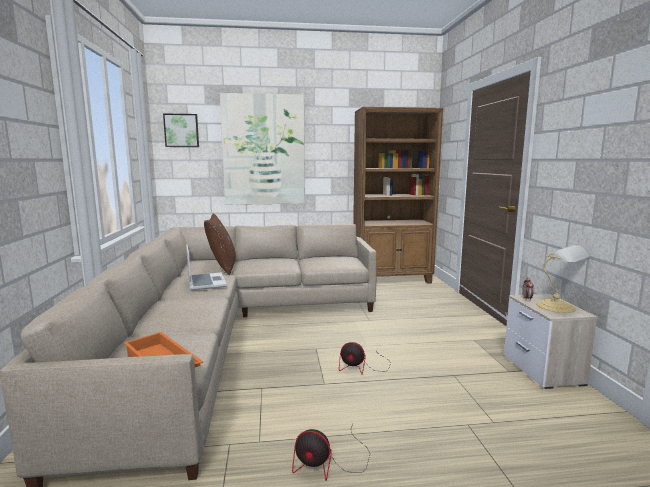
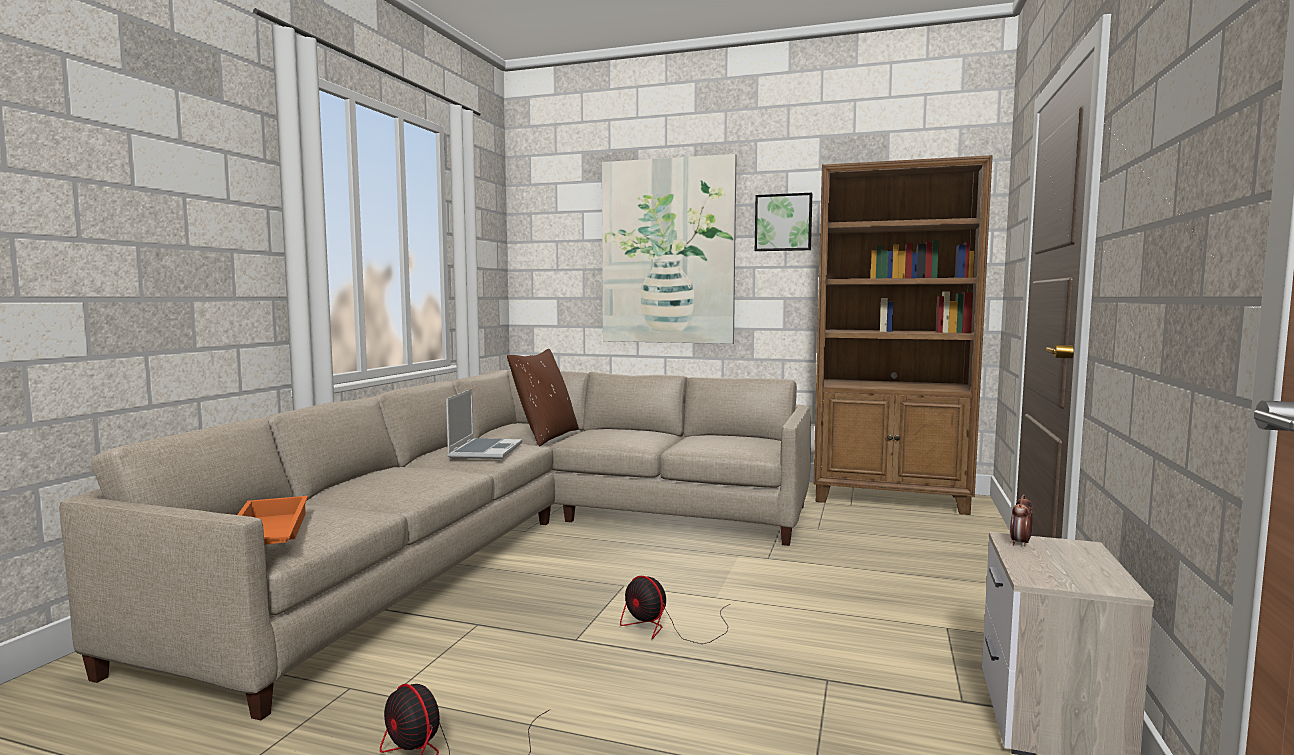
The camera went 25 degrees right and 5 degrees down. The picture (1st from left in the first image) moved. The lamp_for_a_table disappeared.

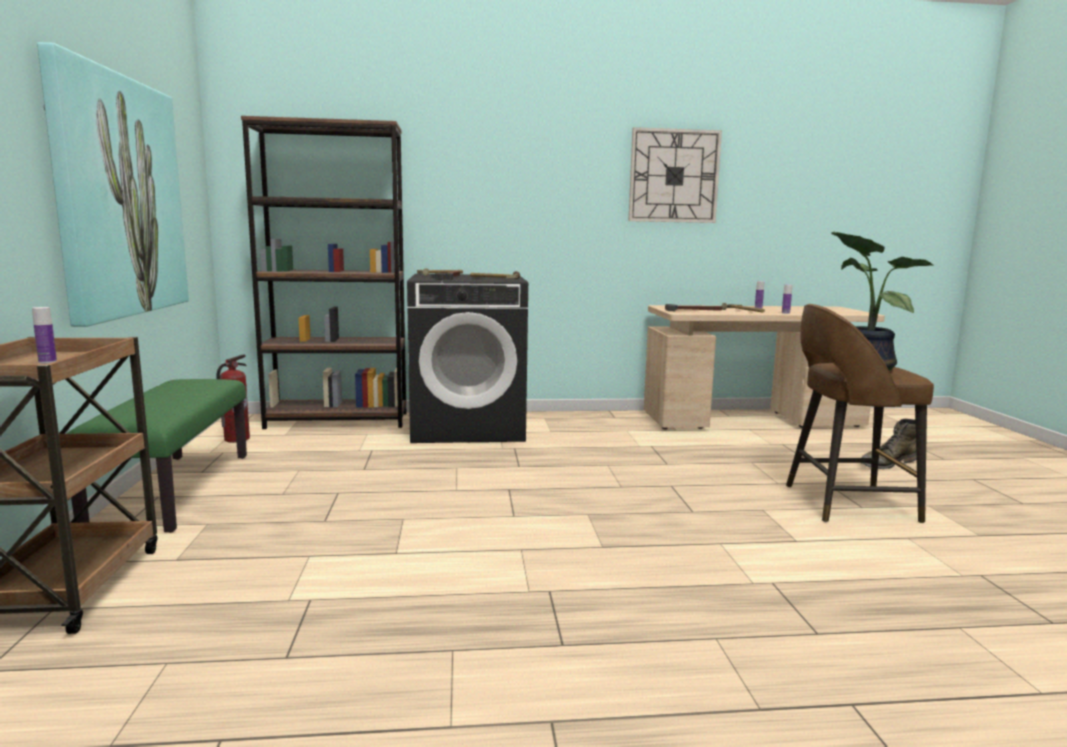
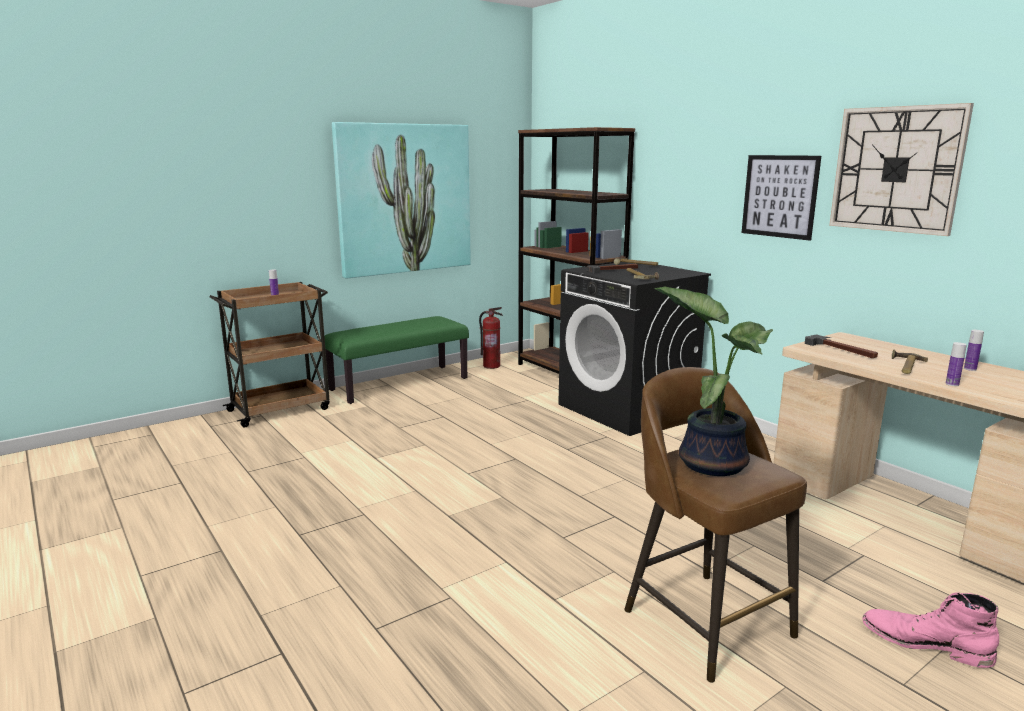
The camera went 60 degrees right and 5 degrees up. The greenish_tall_boot became the pink-coloured_tall_boot. The picture (2nd from left) appeared.

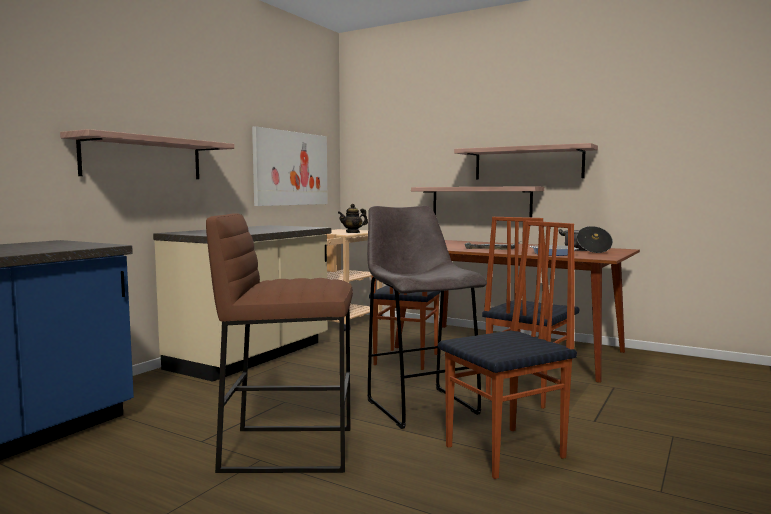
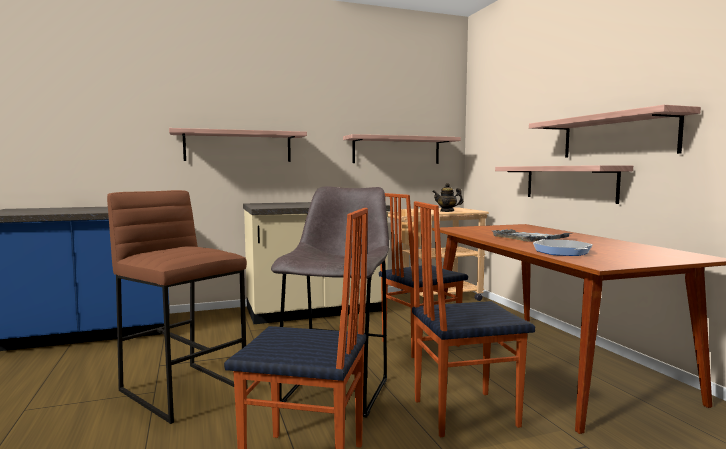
The camera went 40 degrees right and 0 degrees up. The picture was replaced by the wall_shelf (2nd from left). The stockpot disappeared.

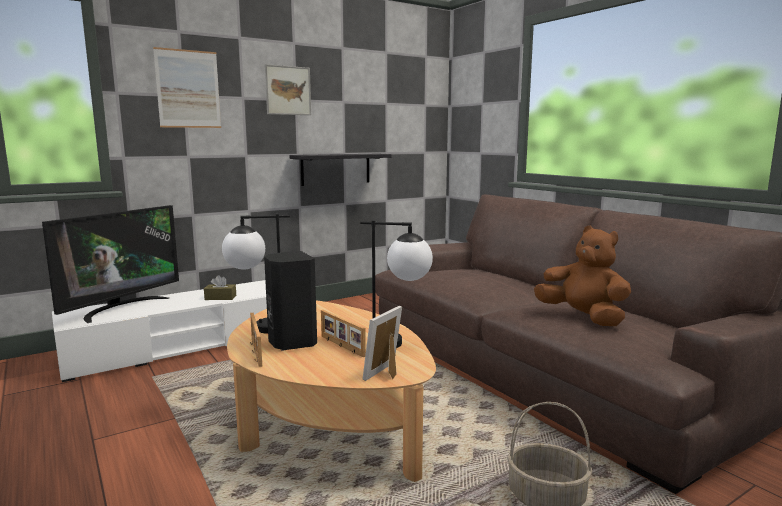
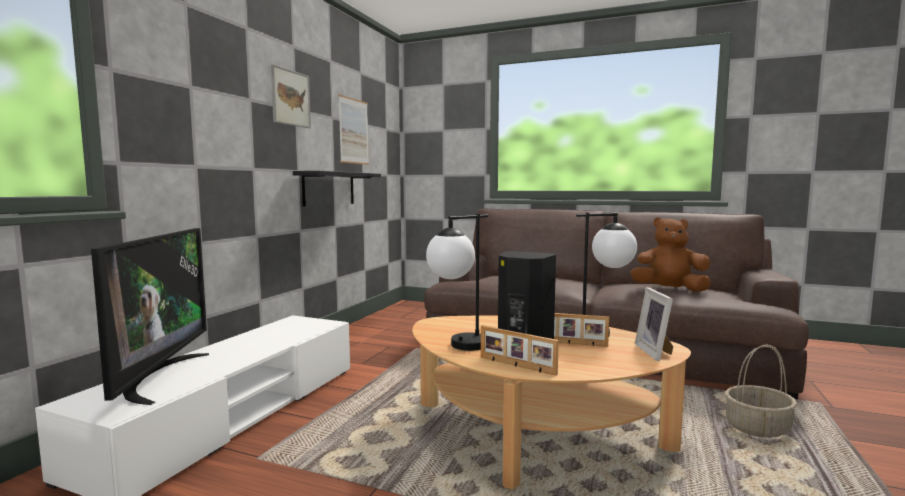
The camera went 35 degrees left and 5 degrees down. The picture (1st from left in the first image) moved. The brown-coloured_tissue_box disappeared.

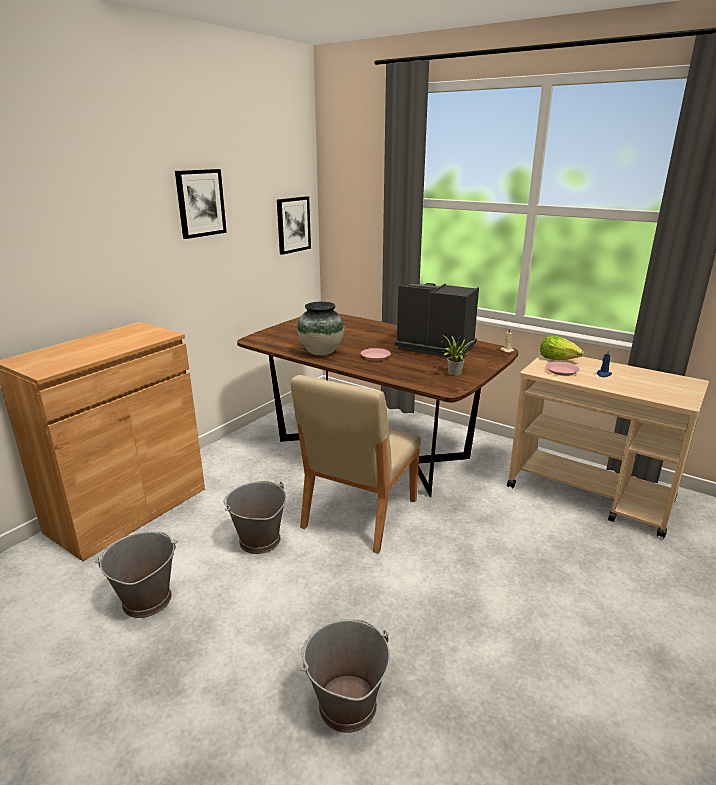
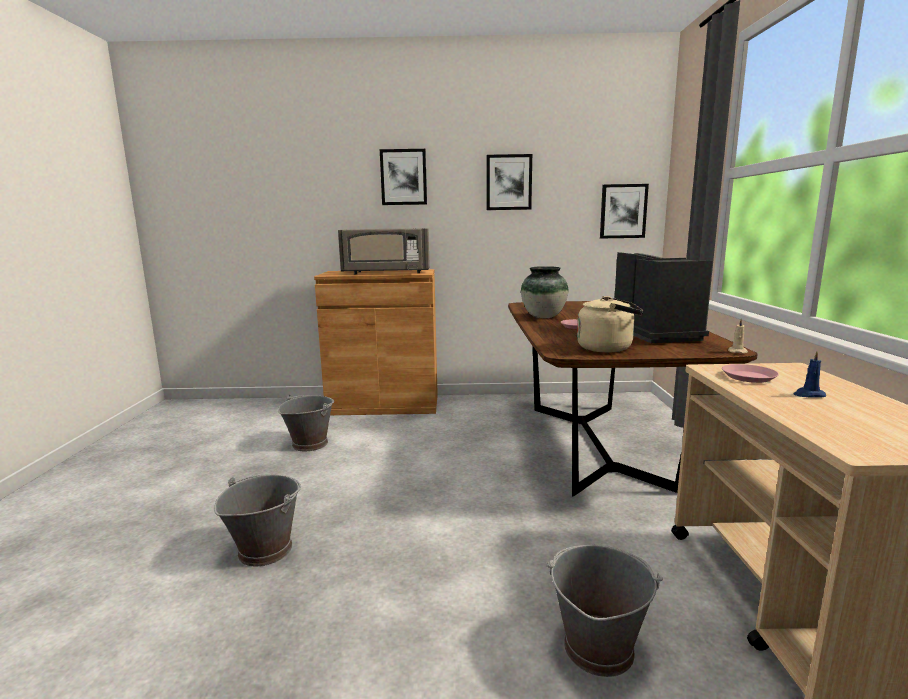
The camera went 55 degrees right and 10 degrees down. The lettuce_head disappeared. The houseplant was replaced by the sand-coloured_tea_kettle. The sand-coloured_chair disappeared. The greyish_bucket (2nd from left in the first image) moved. The picture (1st from left) appeared. The greyish_microwave appeared.

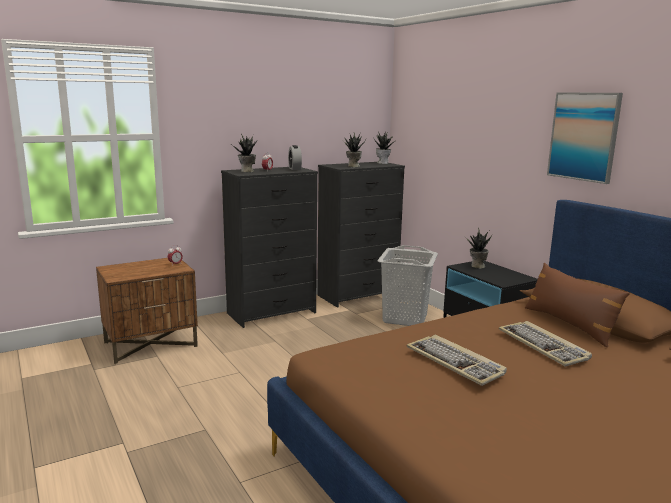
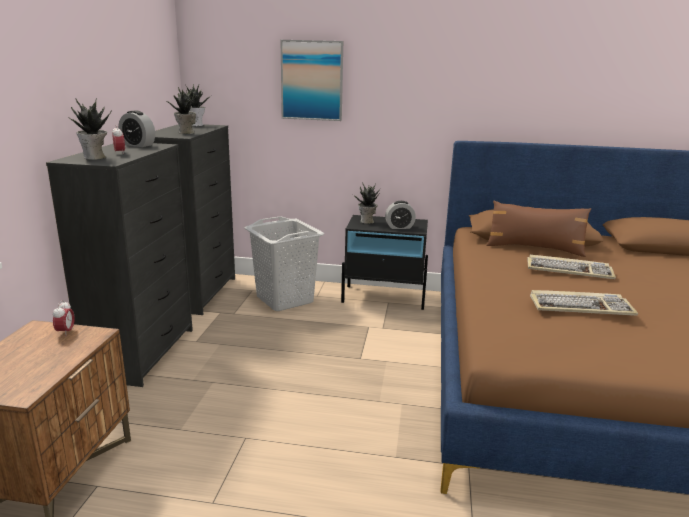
The camera went 50 degrees left and 5 degrees up. The picture moved. The alarm_clock (4th from left) appeared.

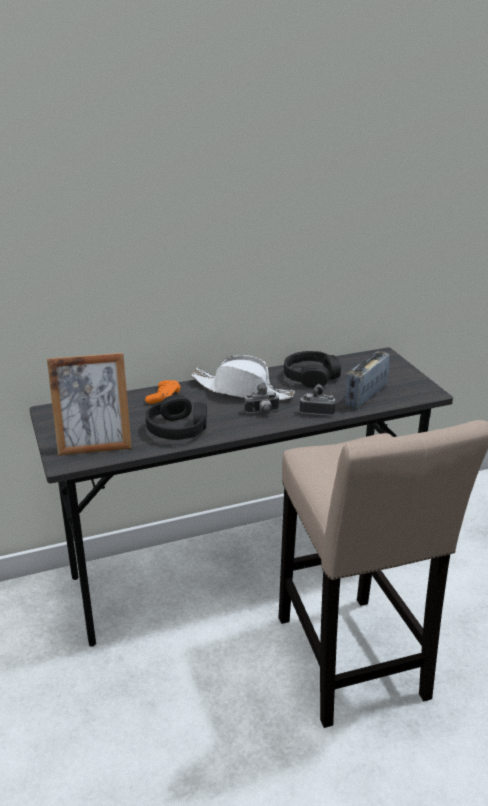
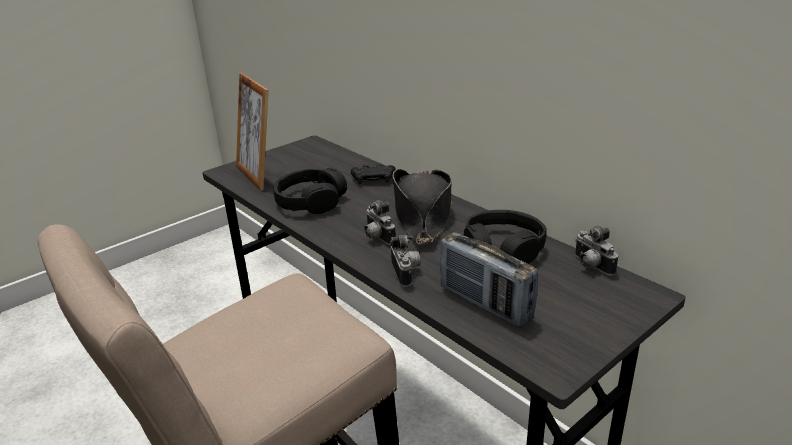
The camera went 70 degrees right and 0 degrees up. The radio turned 150 degrees counterclockwise. The white-coloured_hat became the blackish_hat. The orangey_gamepad became the blackish_gamepad. The still_camera (3rd from left) appeared.

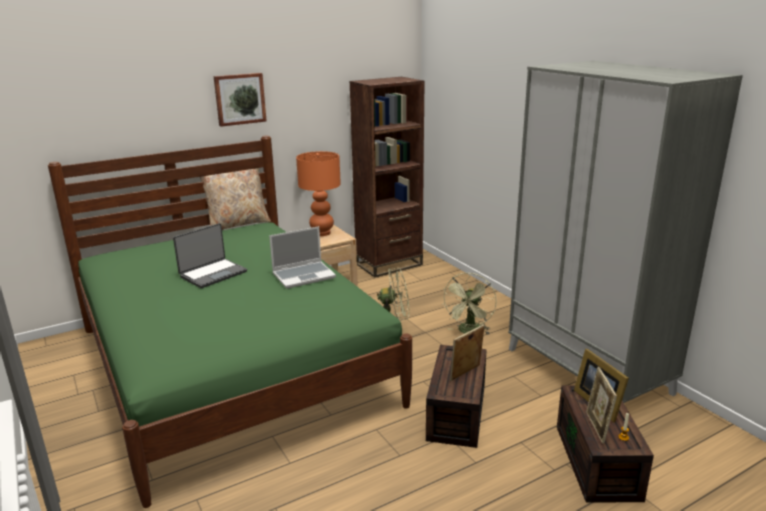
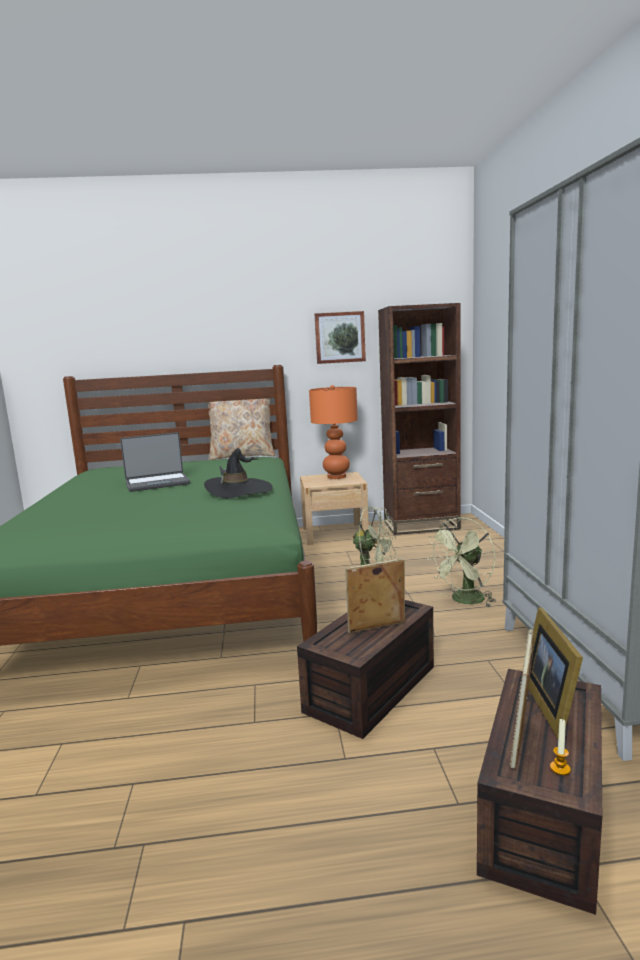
The camera went 25 degrees right and 10 degrees down. The picture moved. The laptop (2nd from left) was replaced by the blackish_hat.

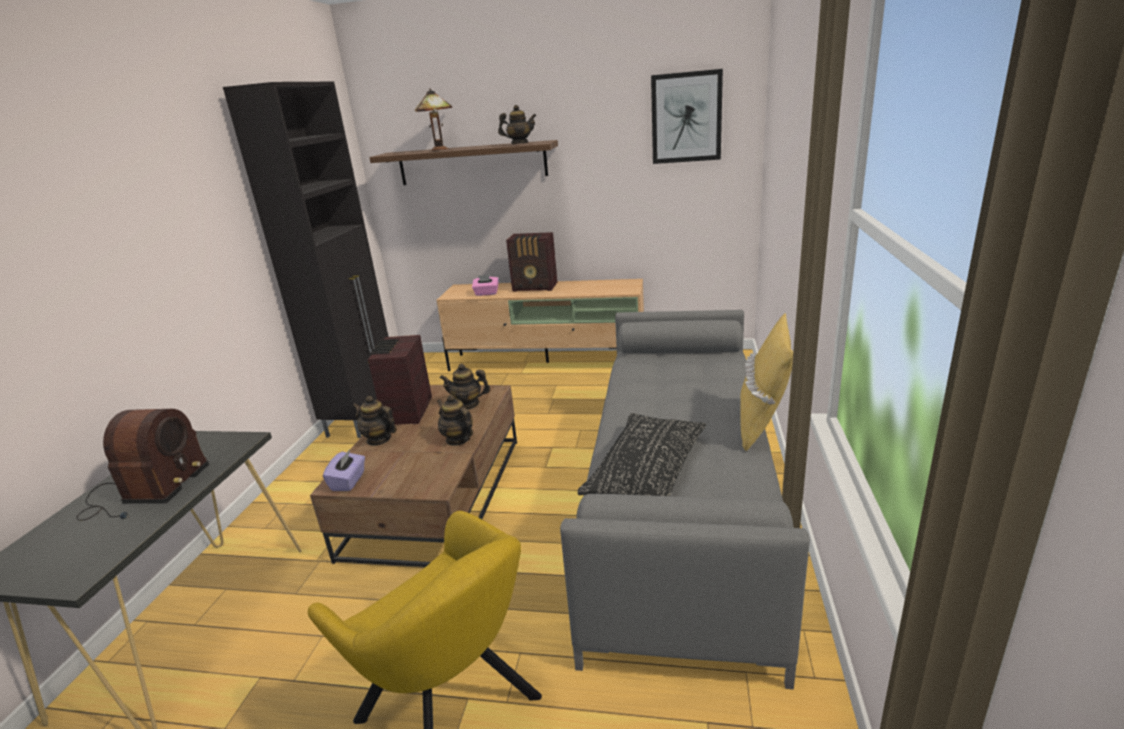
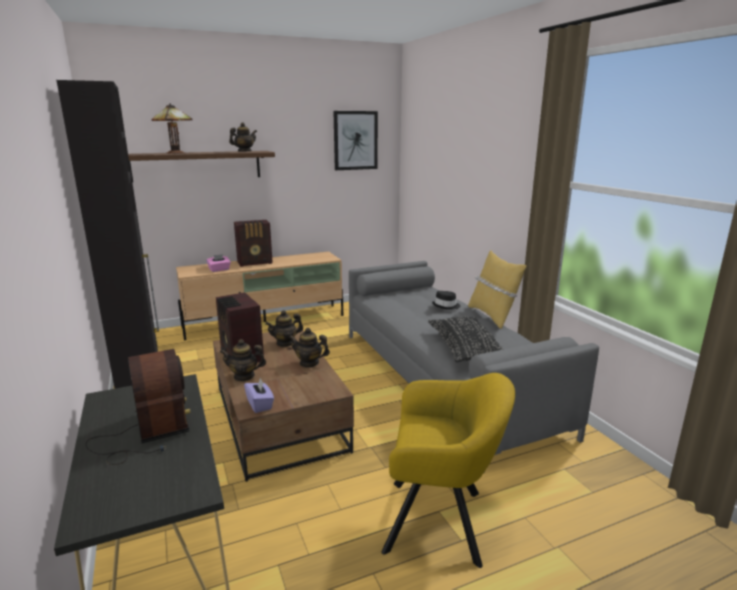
The camera went 35 degrees left and 5 degrees down. The blackish_hat appeared.

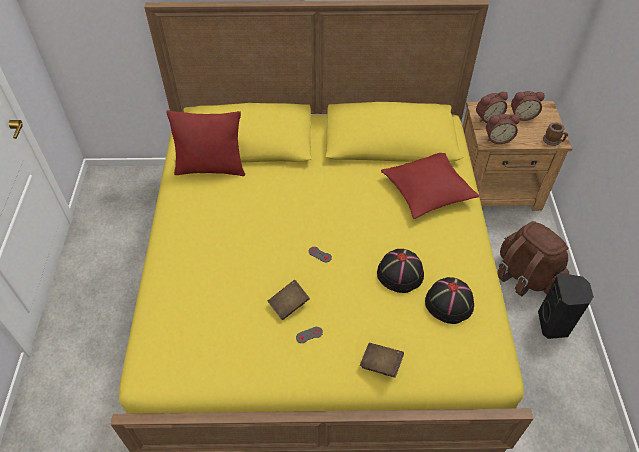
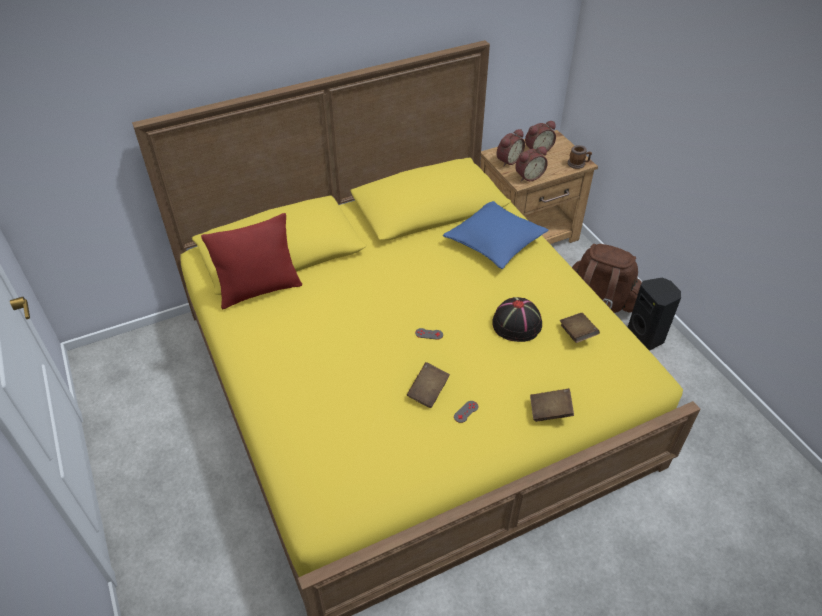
The camera went 25 degrees left and 5 degrees down. The reddish_throw_pillow (2nd from left) became the blue-coloured_throw_pillow. The blackish_hat (2nd from left) was replaced by the brown-coloured_volume (3rd from left).

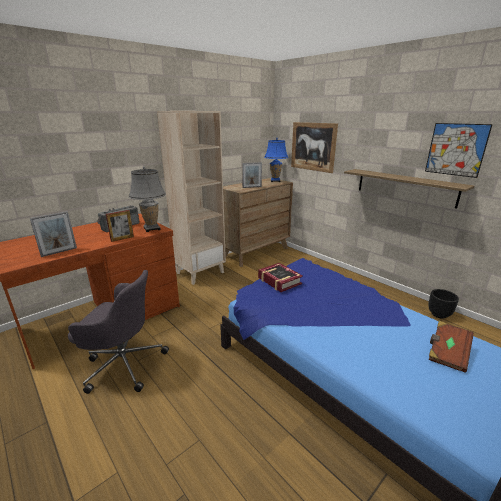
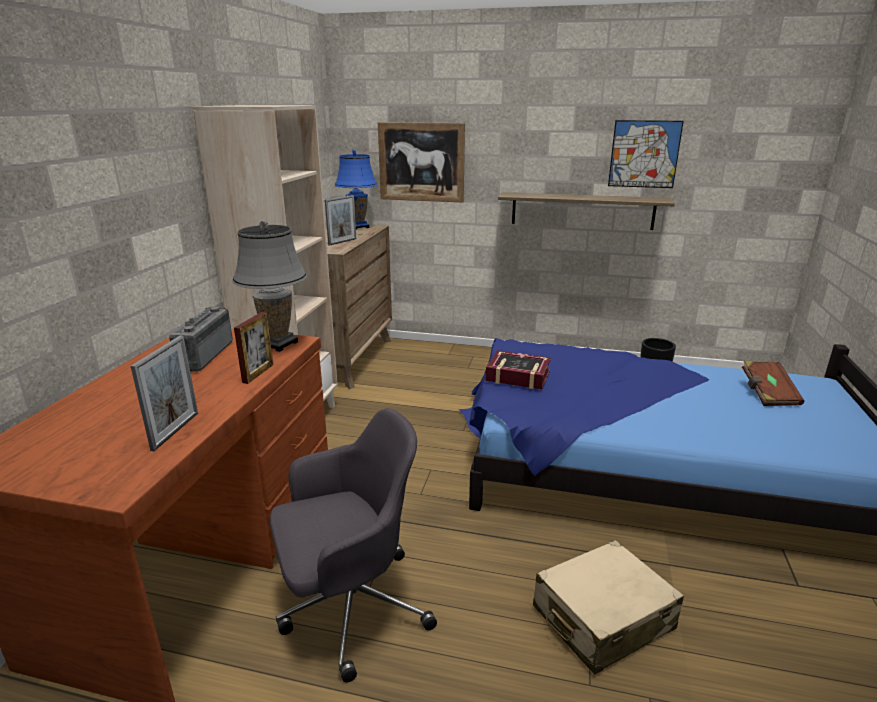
The camera went 35 degrees left and 0 degrees up. The sand-coloured_suitcase appeared.

